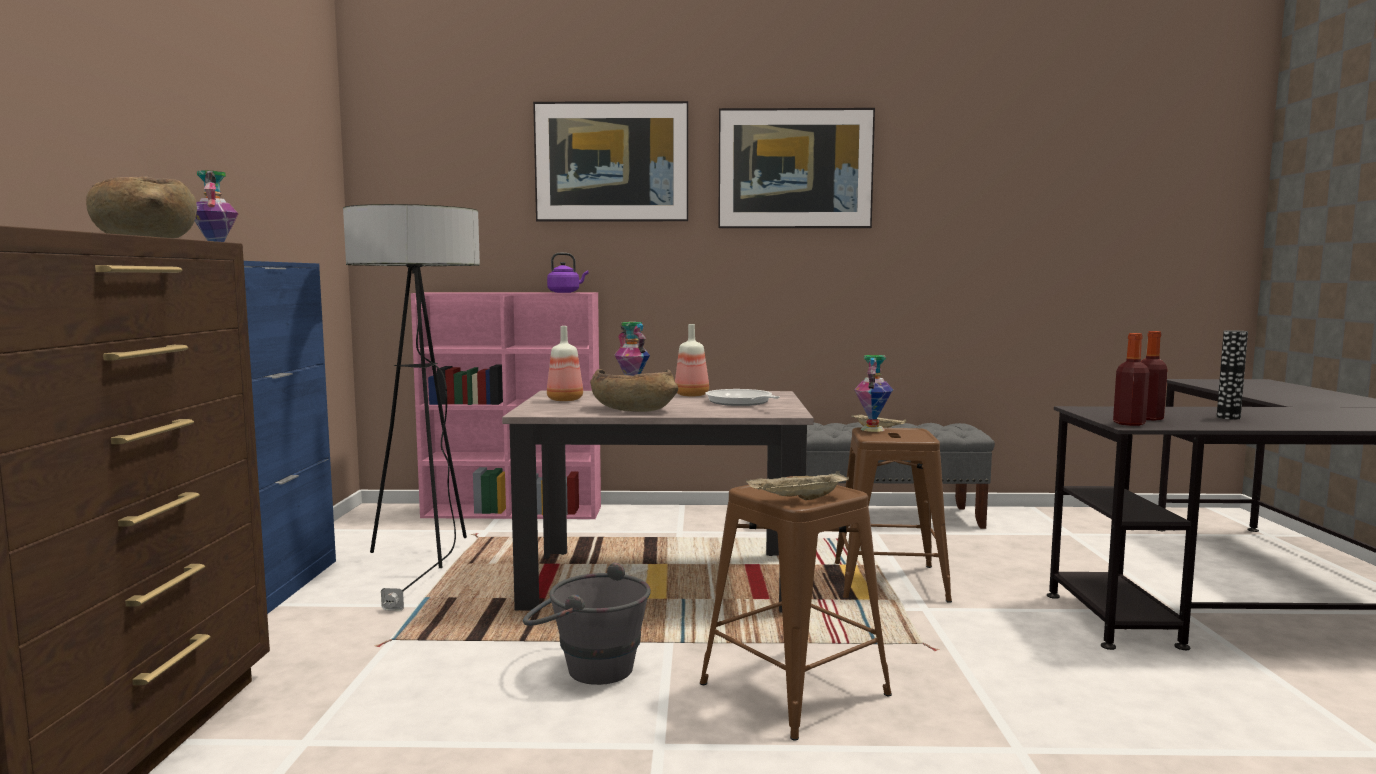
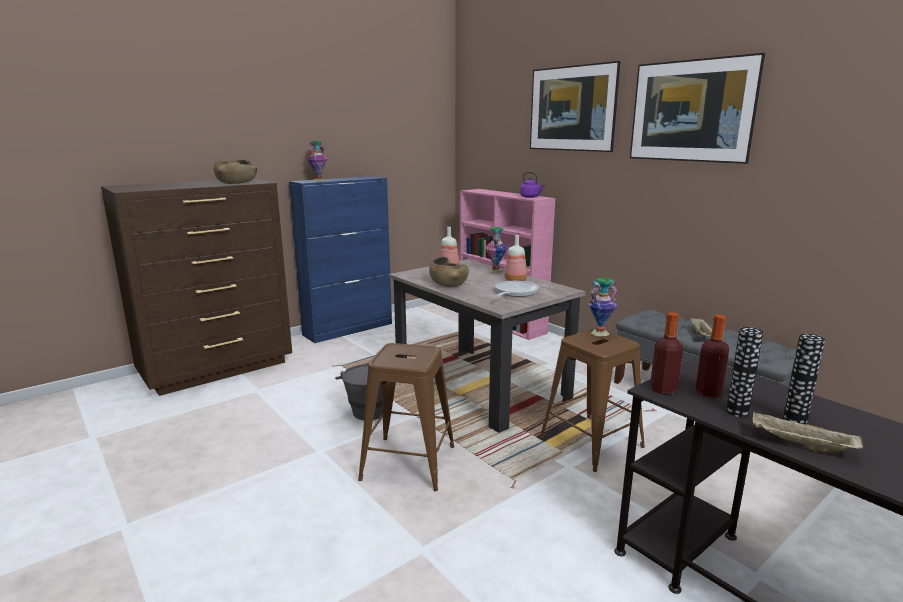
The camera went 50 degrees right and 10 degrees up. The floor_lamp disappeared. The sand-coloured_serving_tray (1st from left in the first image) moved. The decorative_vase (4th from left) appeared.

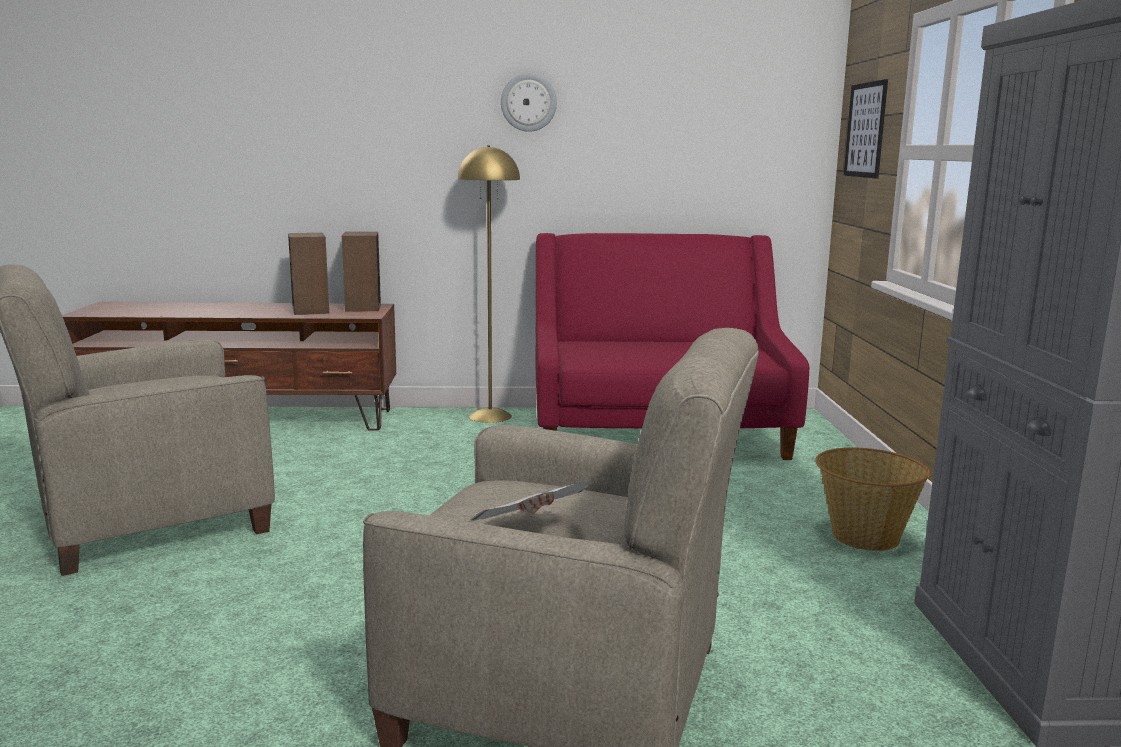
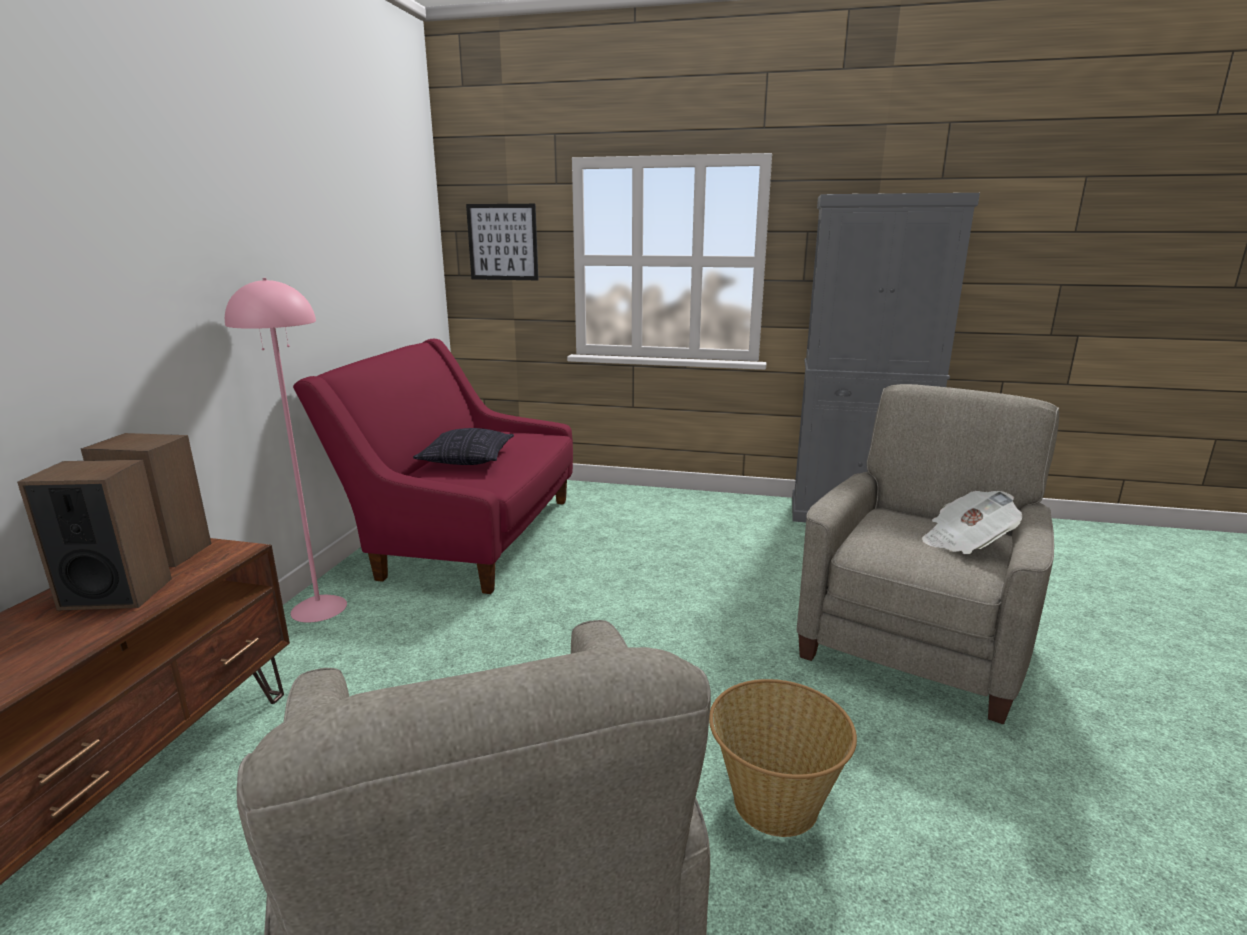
The camera went 75 degrees left and 5 degrees up. The hanging_clock disappeared. The yellowish_floor_lamp became the pink-coloured_floor_lamp. The storage_basket moved. The throw_pillow appeared.

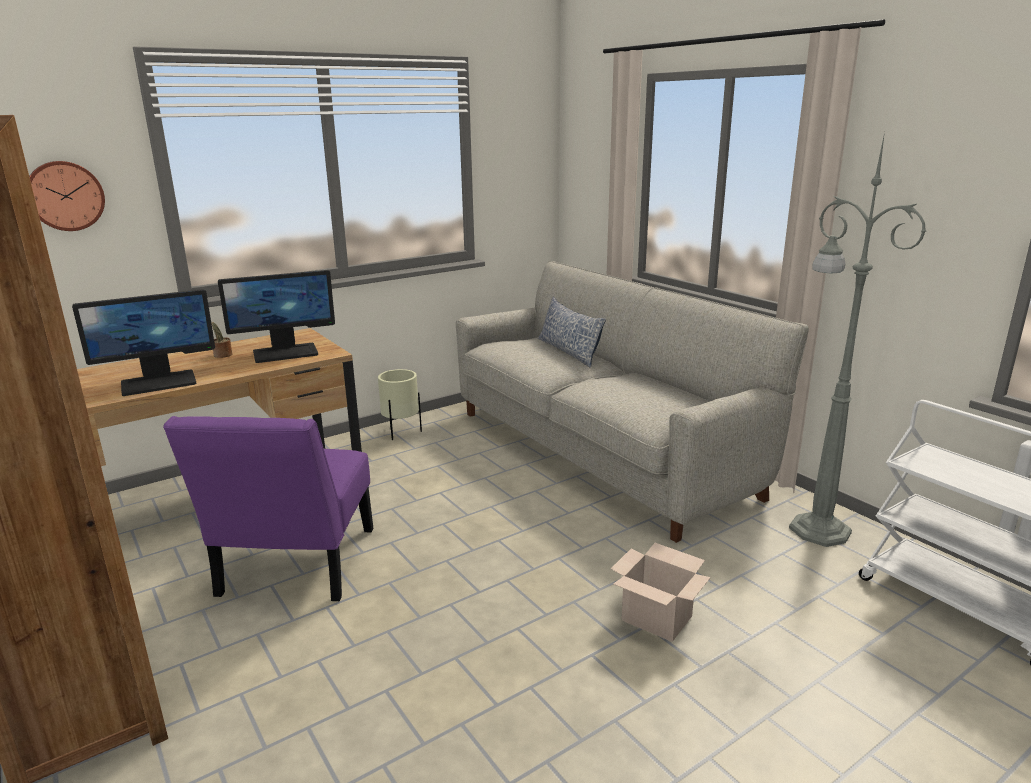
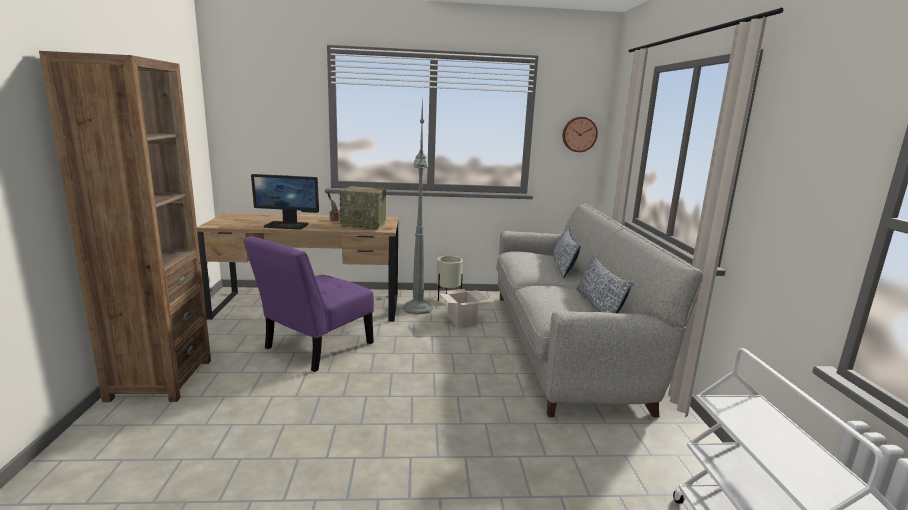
The camera went 30 degrees right and 5 degrees down. The greyish_floor_lamp moved. The hanging_clock moved. The computer_display (2nd from left) was replaced by the radio. The packing_box moved. The throw_pillow (2nd from left) appeared.

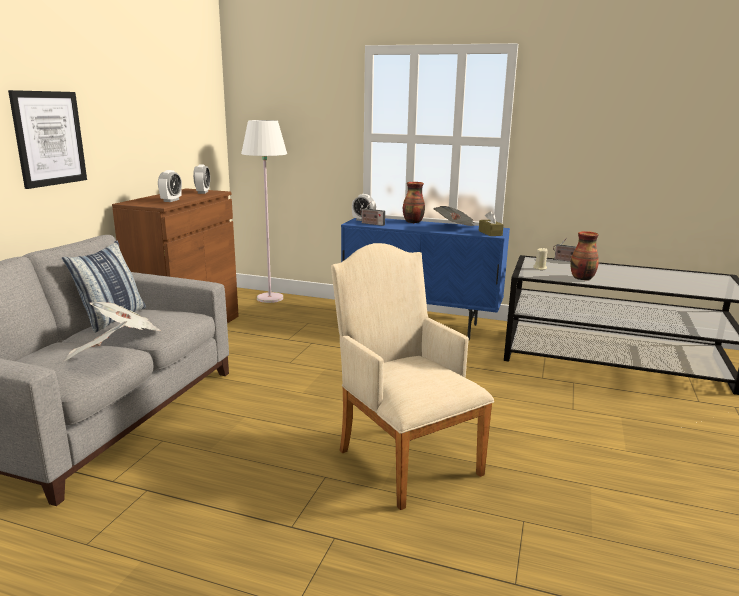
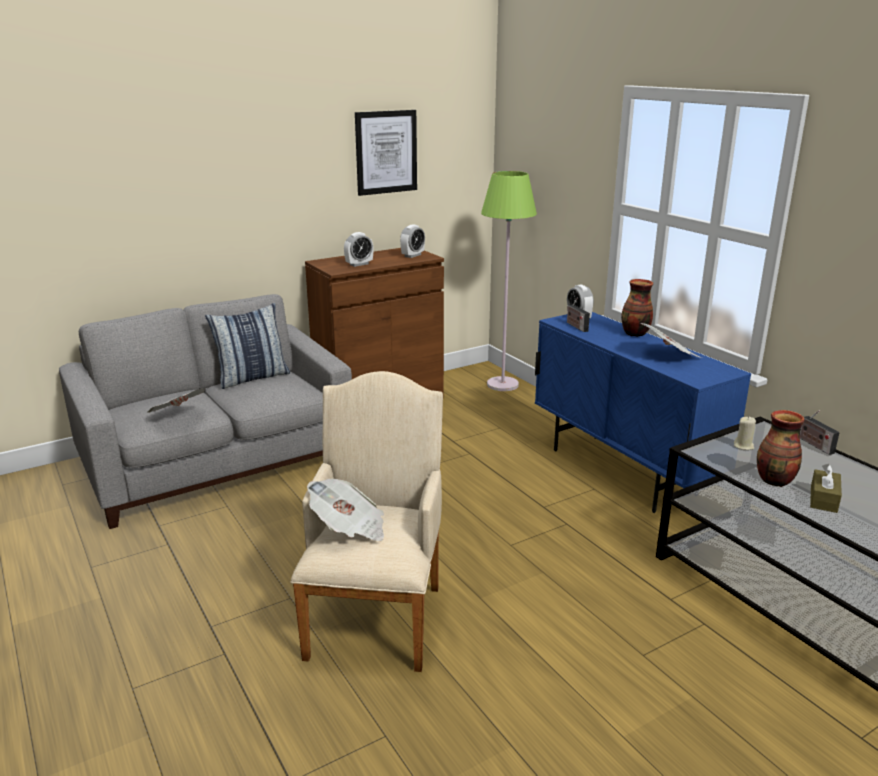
The camera went 40 degrees right and 5 degrees up. The picture moved. The white-coloured_floor_lamp became the greenish_floor_lamp. The brown-coloured_tissue_box moved. The daily_paper (2nd from left) moved.

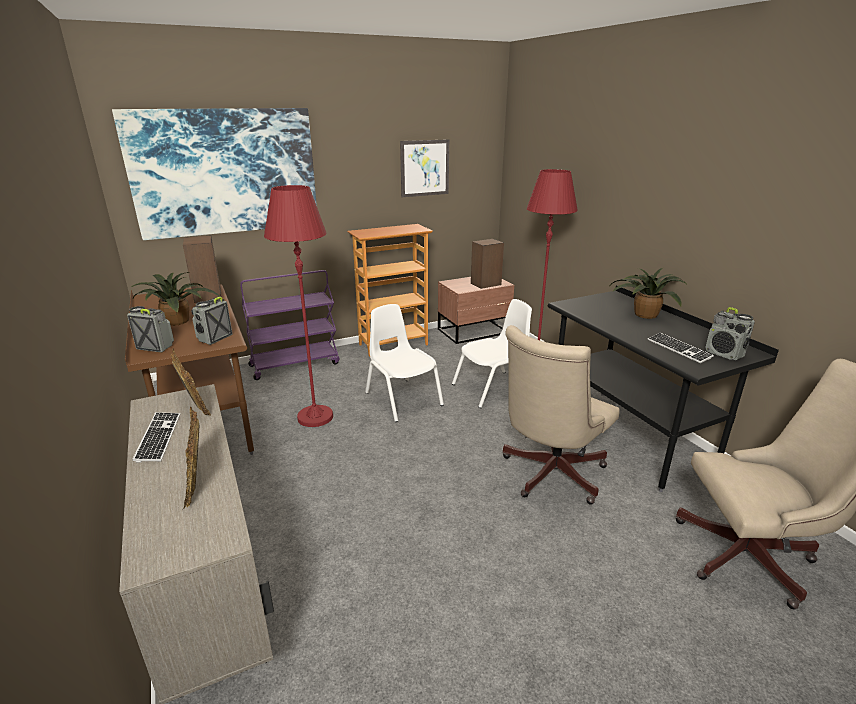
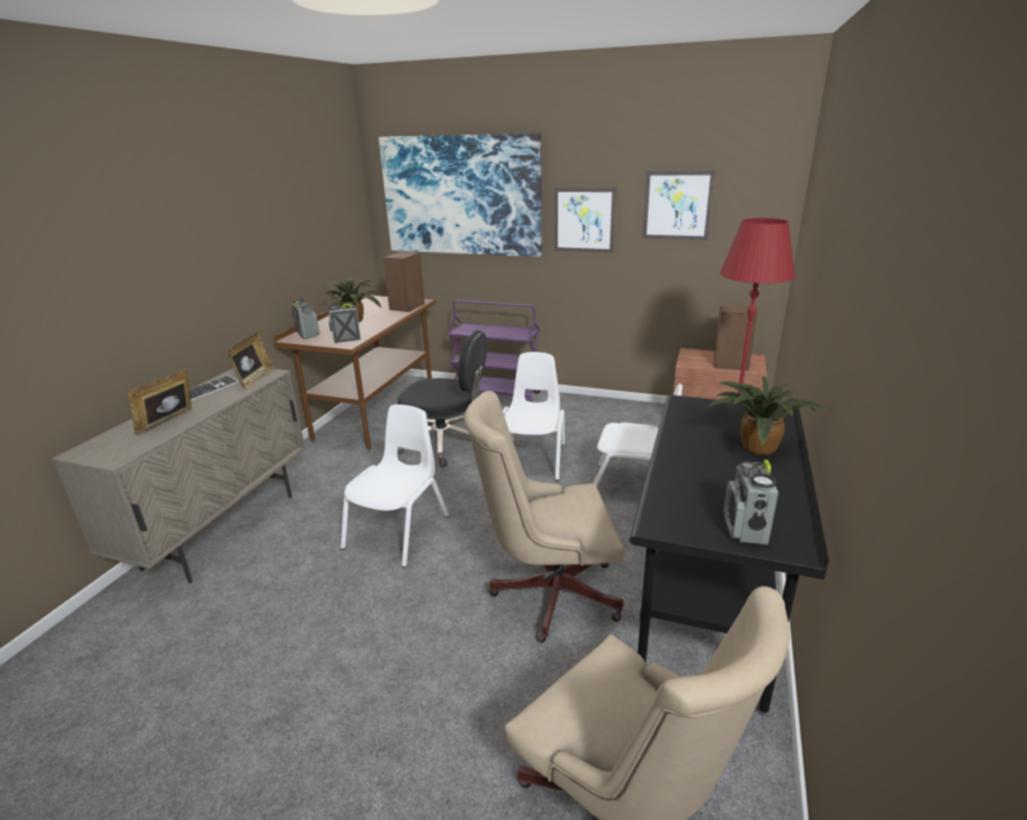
The camera went 45 degrees right and 0 degrees up. The reddish_floor_lamp (1st from left) was replaced by the blackish_office_chair. The shelving_unit disappeared. The keyboard (2nd from left) disappeared. The picture (2nd from left) appeared. The white-coloured_chair (1st from left) appeared.

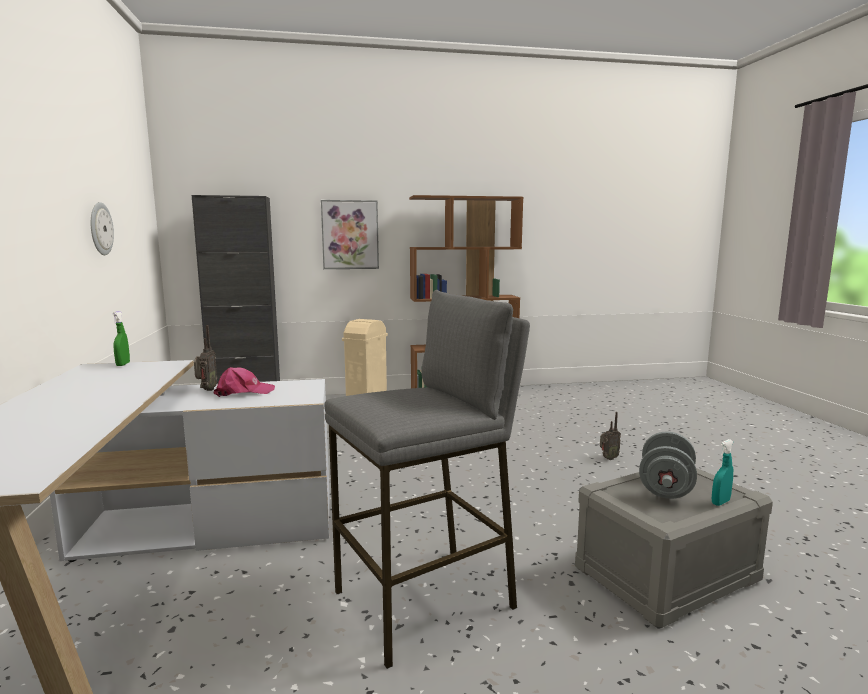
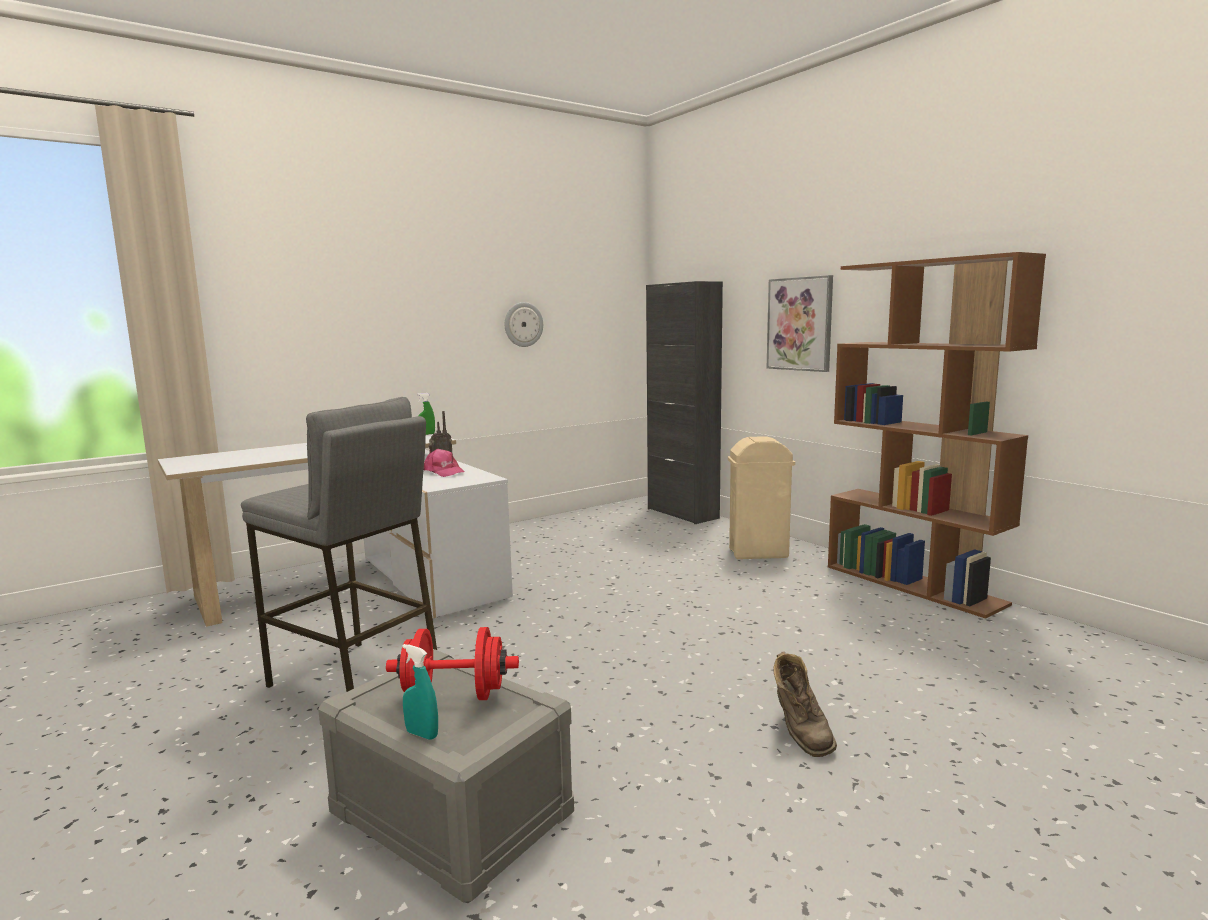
The camera went 65 degrees right and 0 degrees up. The radio (2nd from left) was replaced by the brown-coloured_tall_boot. The greyish_hand_weight became the reddish_hand_weight.

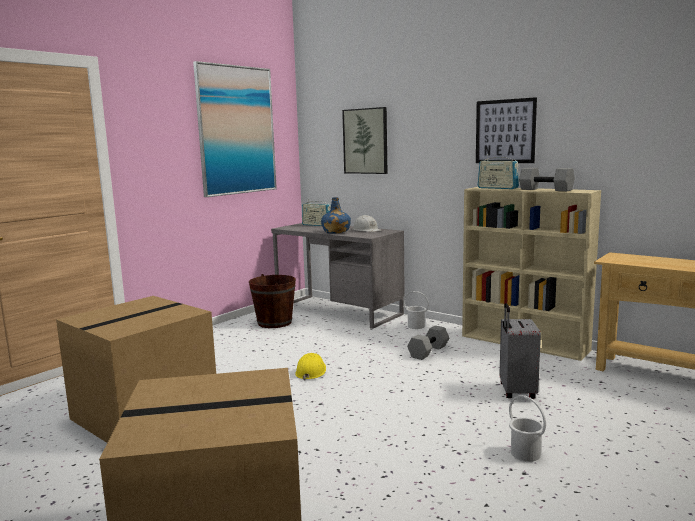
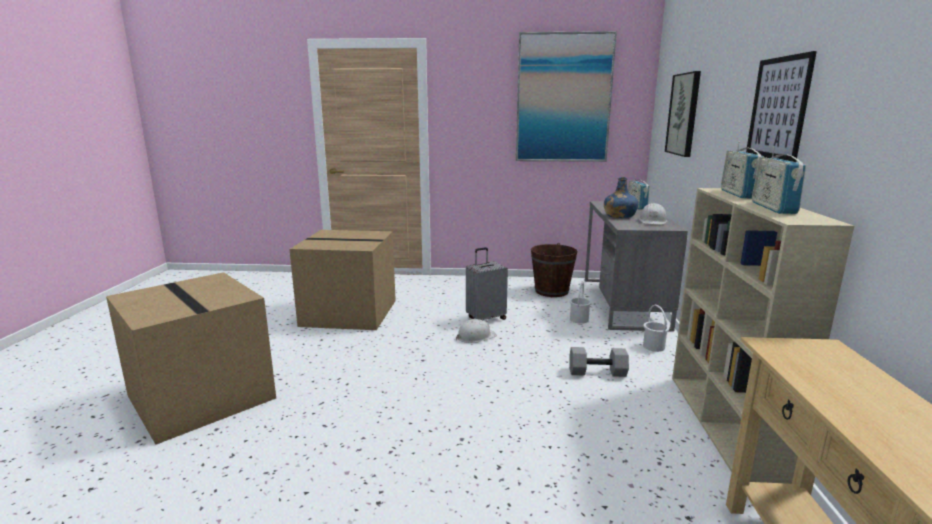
The camera went 55 degrees right and 5 degrees up. The greyish_hand_weight (2nd from left) was replaced by the radio (3rd from left). The greyish_suitcase moved. The yellowish_hard_hat became the white-coloured_hard_hat (1st from left). The white-coloured_bucket (2nd from left in the first image) moved.

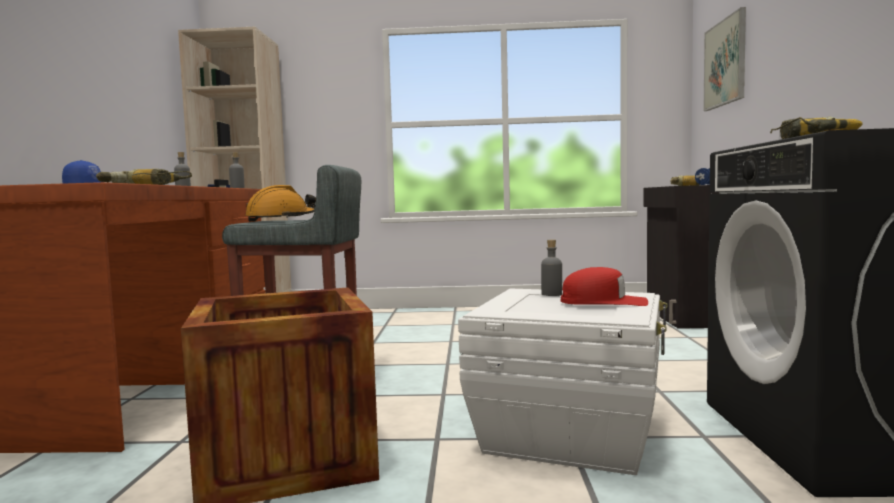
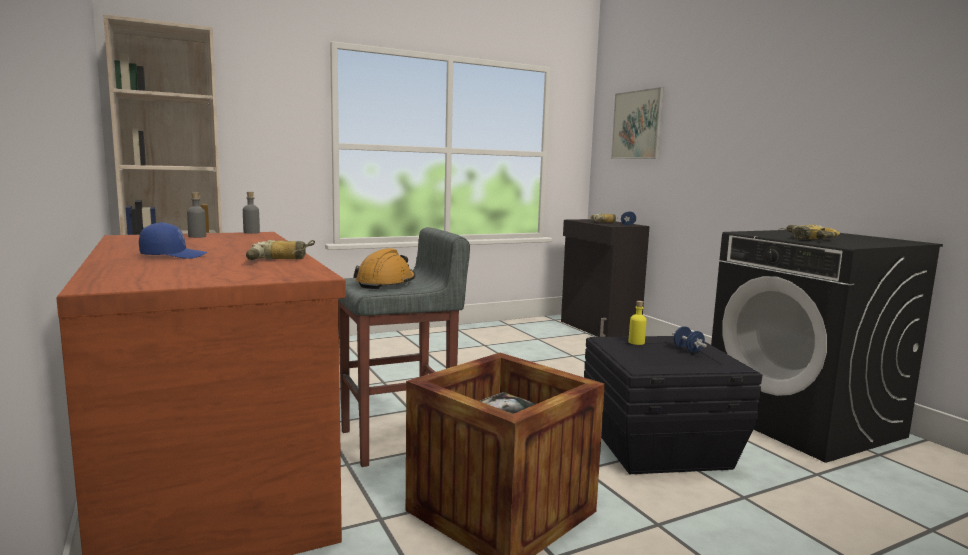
The camera went 30 degrees left and 5 degrees up. The greyish_bottle (3rd from left) became the yellowish_bottle. The reddish_cap was replaced by the blue-coloured_hand_weight (2nd from left). The white-coloured_storage_container became the blackish_storage_container.

